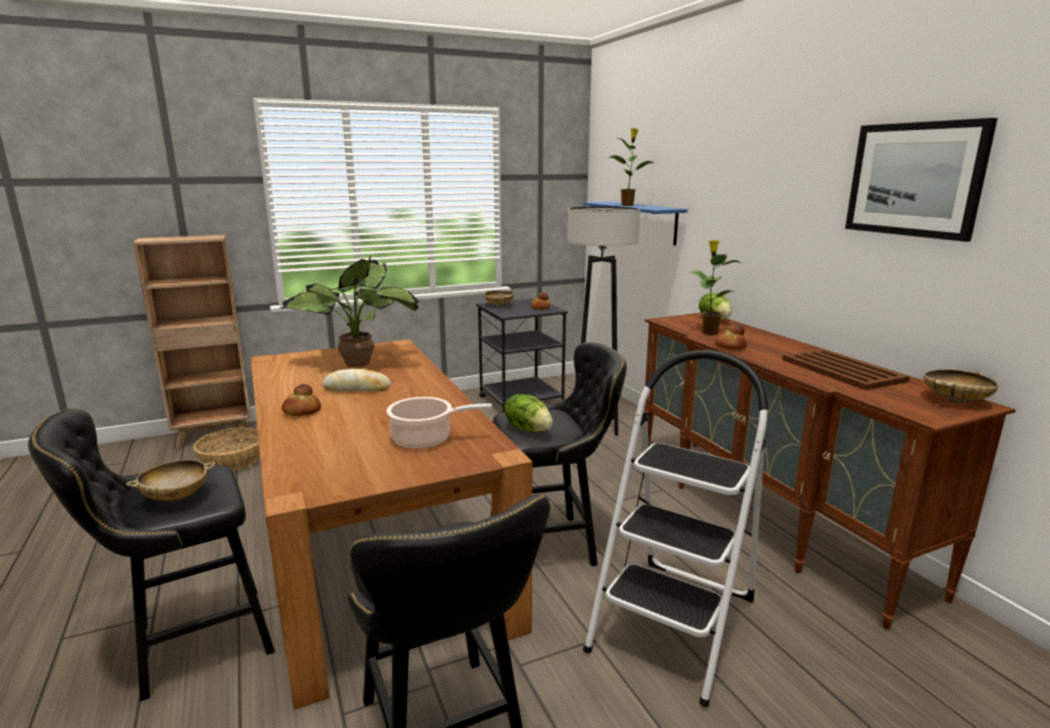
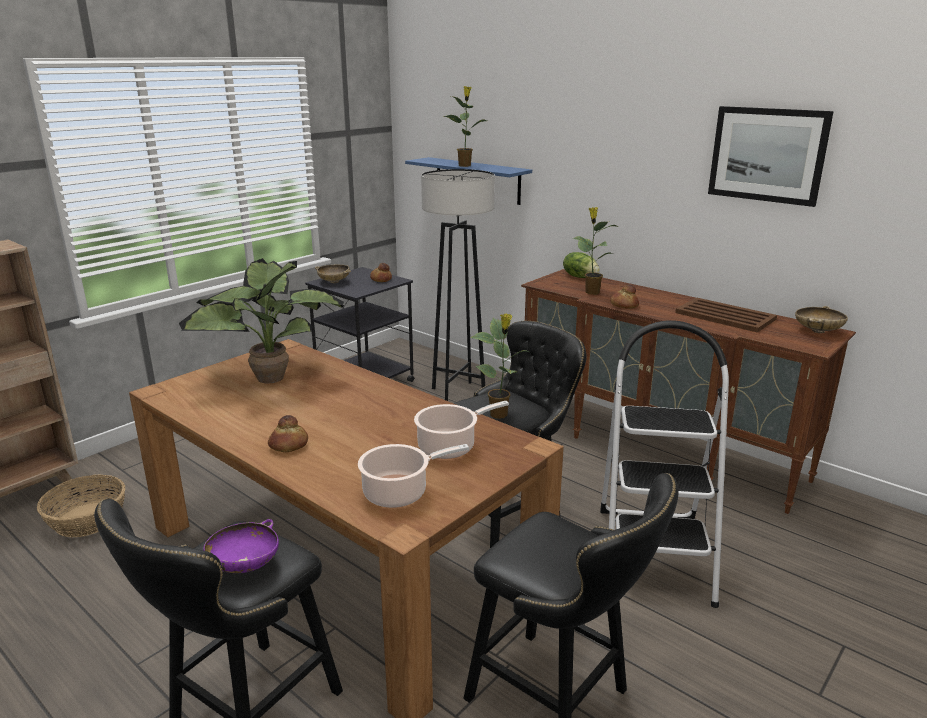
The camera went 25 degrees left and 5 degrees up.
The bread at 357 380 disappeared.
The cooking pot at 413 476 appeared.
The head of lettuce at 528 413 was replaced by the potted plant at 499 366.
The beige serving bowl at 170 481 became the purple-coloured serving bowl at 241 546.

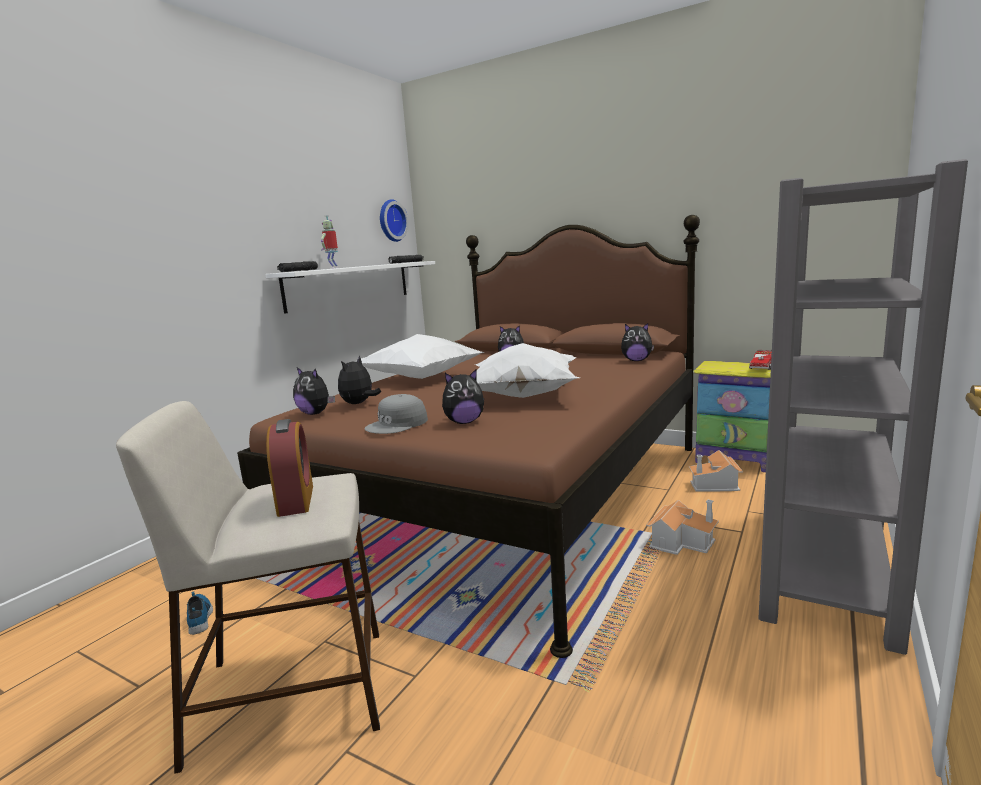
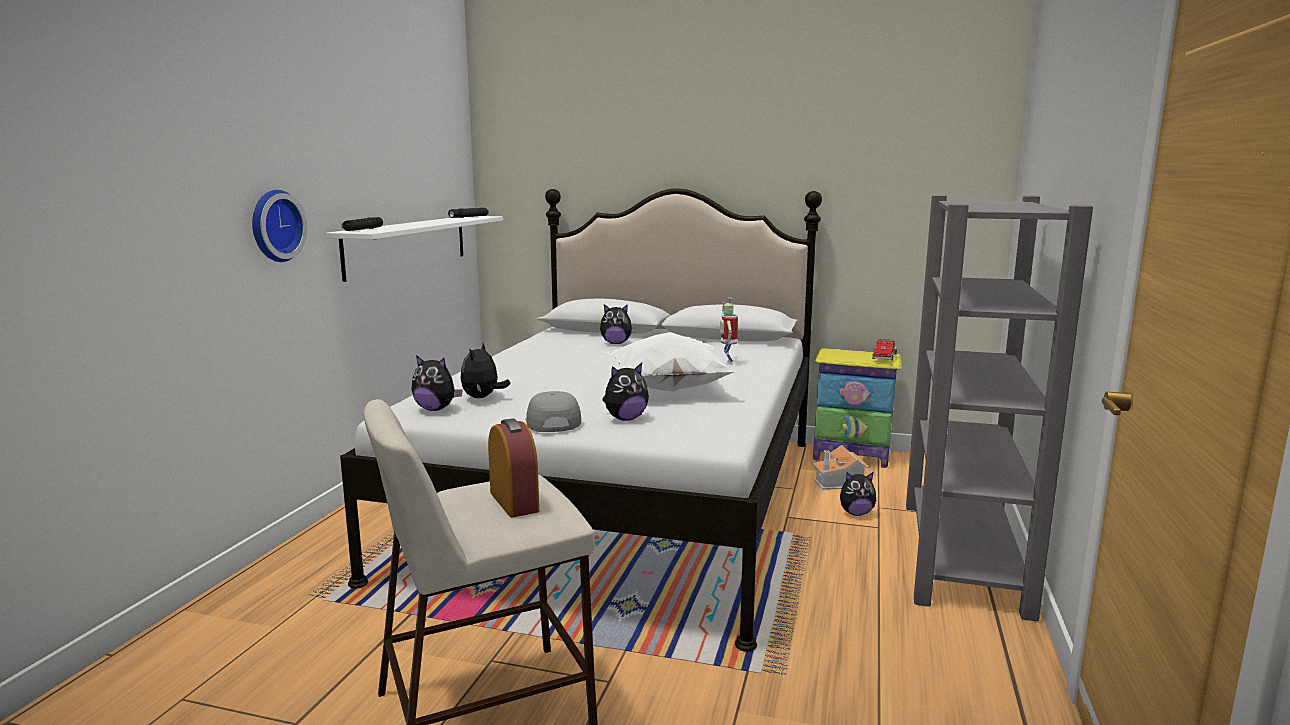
The camera went 15 degrees left and 0 degrees up.
The item of footwear at 200 613 disappeared.
The white cushion at 419 356 disappeared.
The toy house at 682 527 disappeared.
The robot figure moved from 329 242 to 729 331.
The clock on the wall moved from 394 220 to 279 226.
The plush toy moved from 637 342 to 858 494.
The brown bedroom bed at 468 436 became the white bedroom bed at 581 420.
The grey cap at 396 414 turned 135 degrees clockwise.

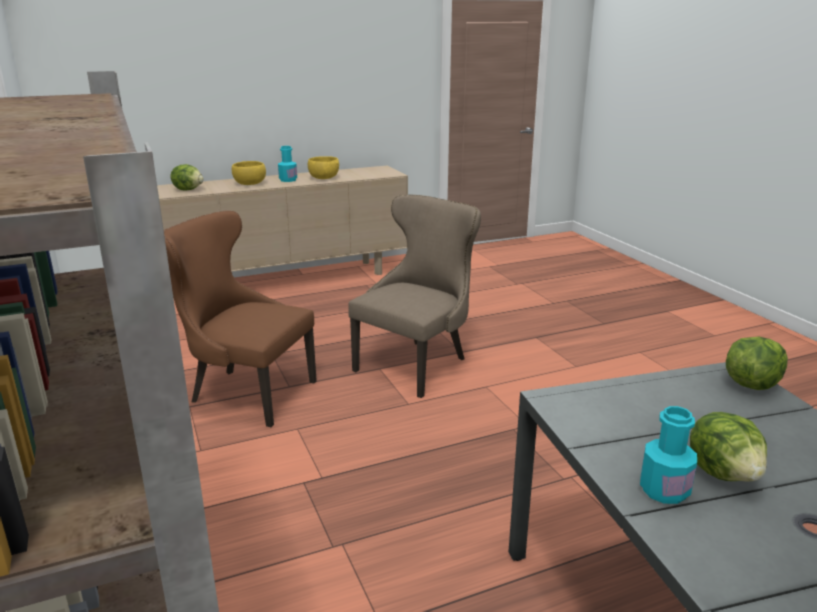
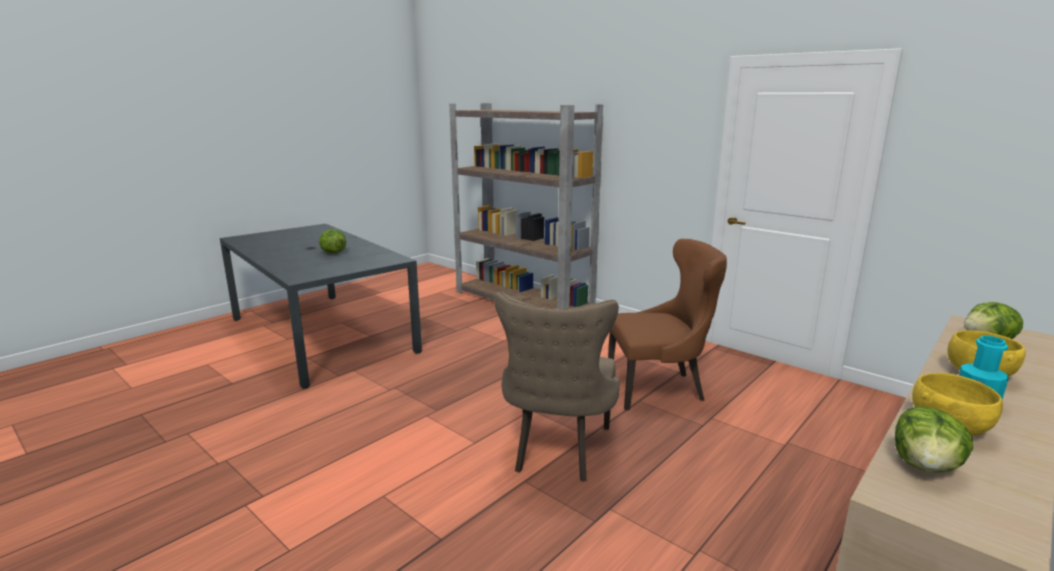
The camera went 155 degrees right and 5 degrees down.
The blue-green bottle at 668 455 disappeared.
The head of lettuce moved from 757 363 to 934 439.

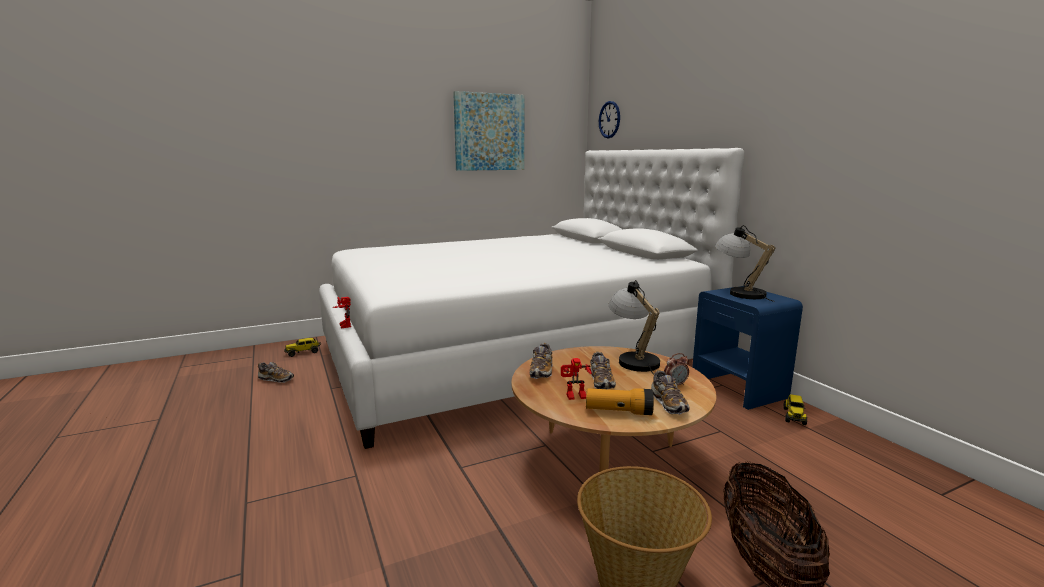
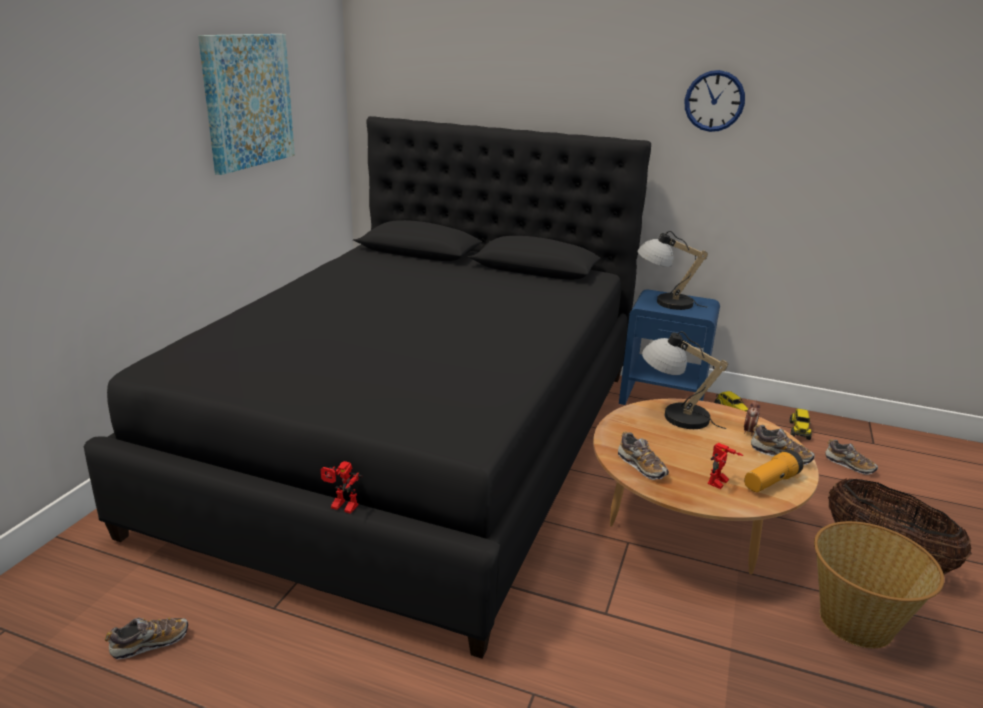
The camera went 45 degrees left and 10 degrees up.
The toy lorry moved from 302 347 to 800 424.
The item of footwear moved from 603 370 to 851 457.
The clock on the wall moved from 609 119 to 715 101.
The white bedroom bed at 531 298 became the blackish bedroom bed at 367 387.

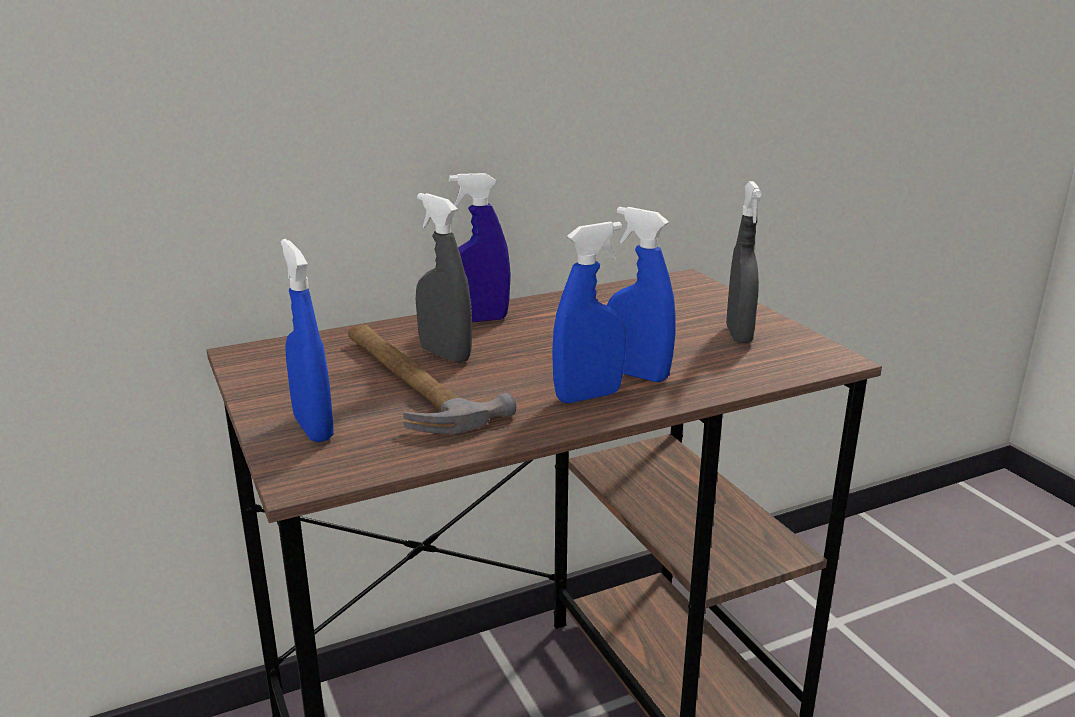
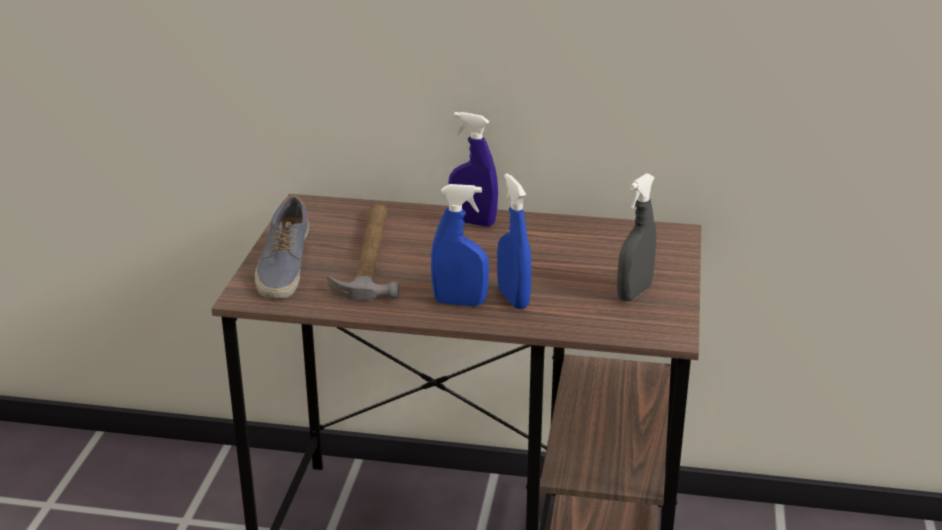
The camera went 35 degrees right and 5 degrees up.
The grey sprayer at 444 278 disappeared.
The blue sprayer at 307 340 was replaced by the item of footwear at 282 247.

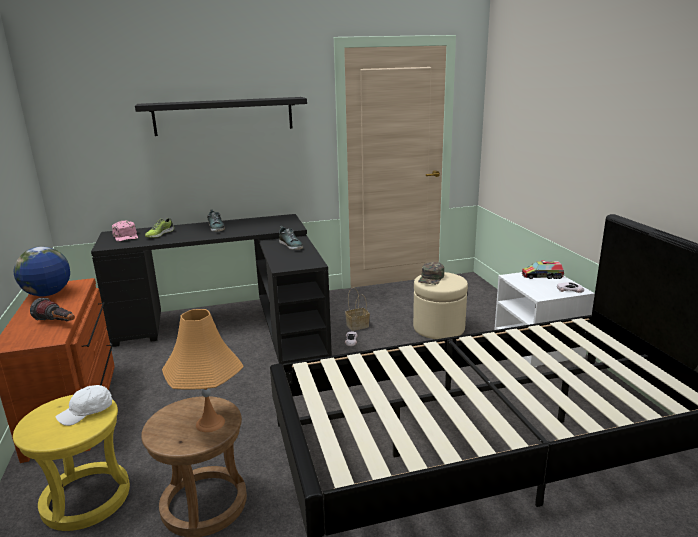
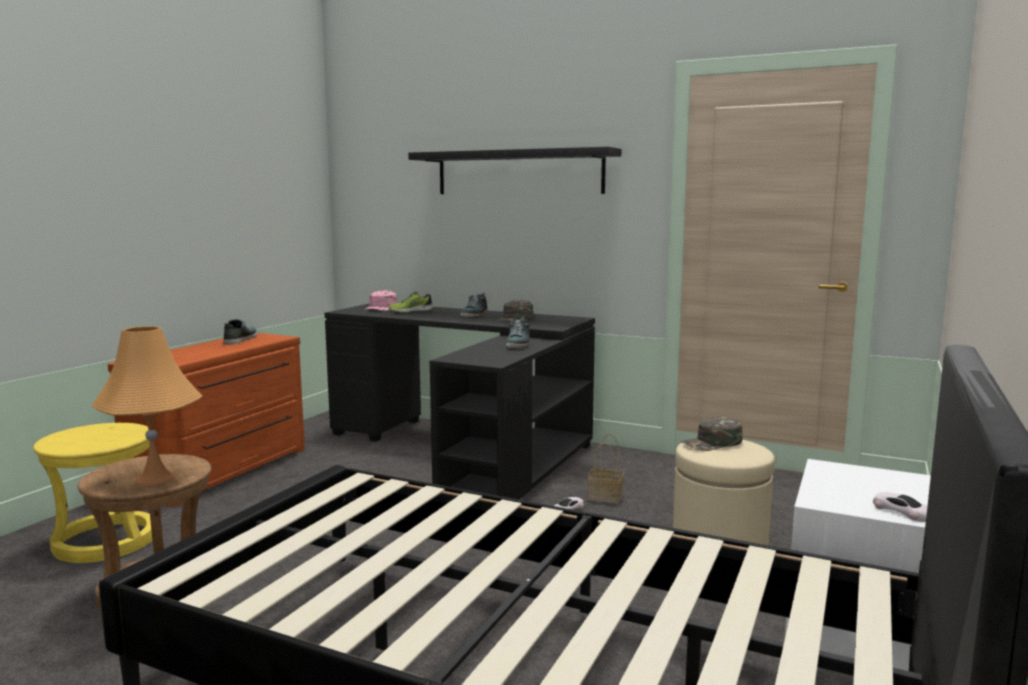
The camera went 40 degrees right and 10 degrees down.
The hand torch at 52 309 disappeared.
The white cap at 84 405 disappeared.
The toy lorry at 543 269 disappeared.
The green cap at 515 311 appeared.
The desk globe at 41 271 was replaced by the item of footwear at 241 331.

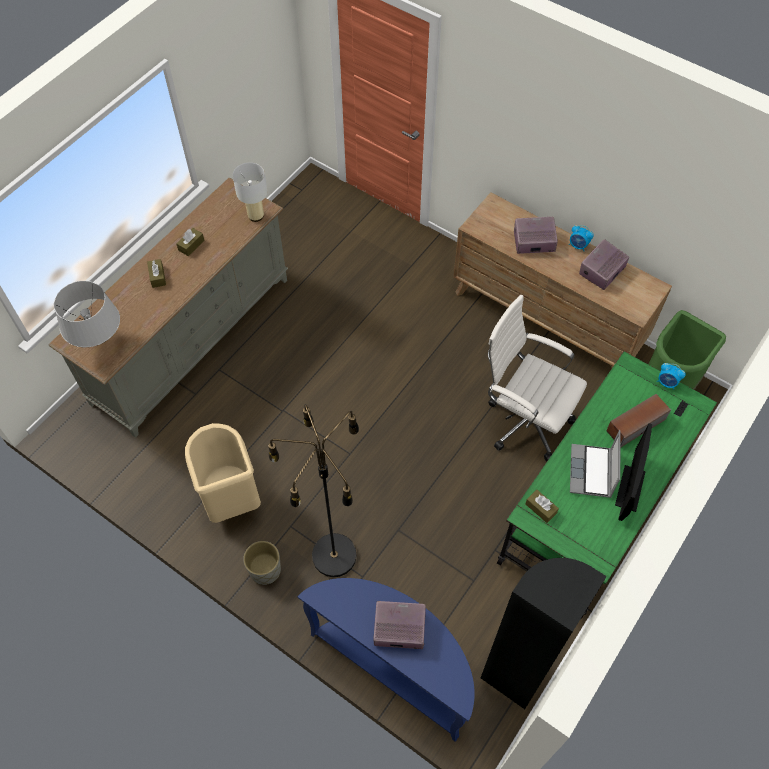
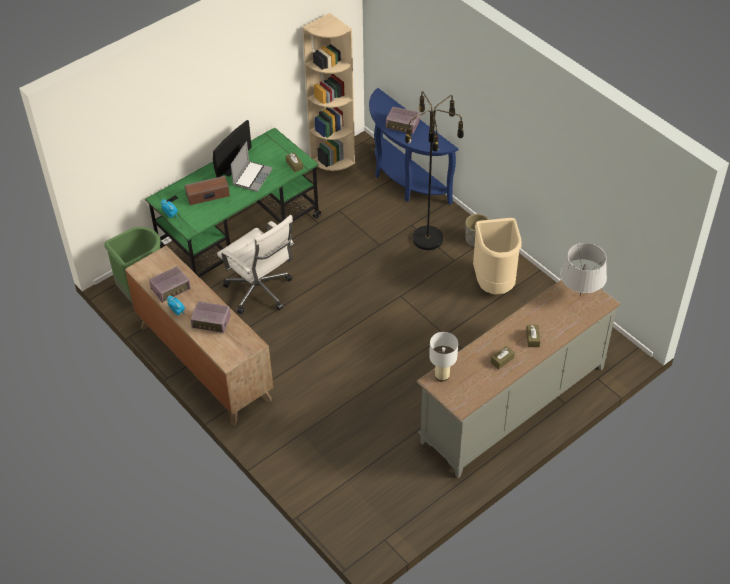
The camera went 165 degrees left and 10 degrees down.
The blackish bookcase at 544 633 became the beige bookcase at 329 92.

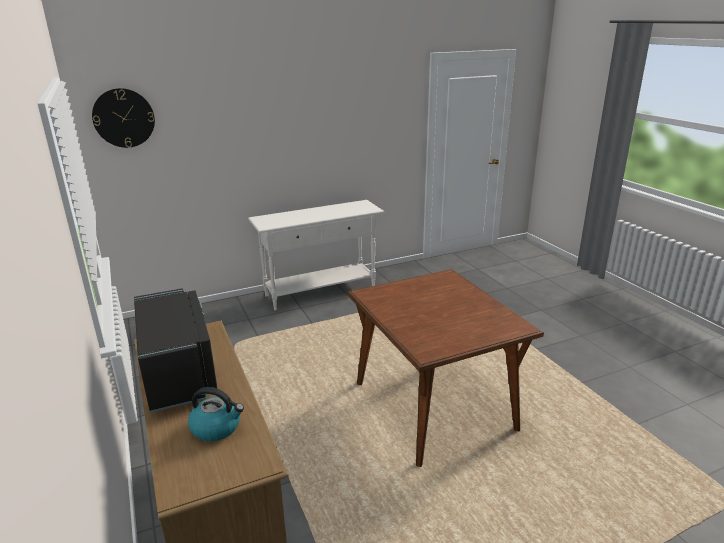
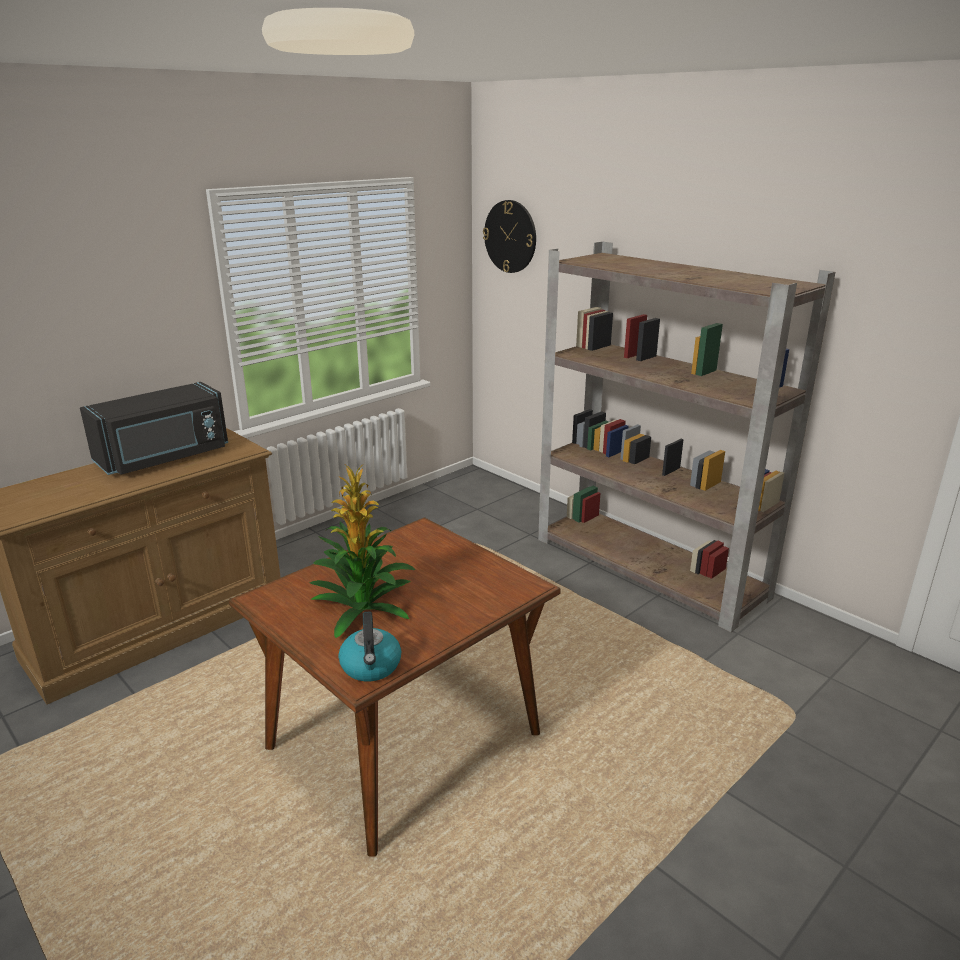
The camera went 70 degrees right and 0 degrees up.
The potted plant at 363 551 appeared.
The tea kettle moved from 216 414 to 369 646.
The white console table at 316 255 was replaced by the brown bookcase at 686 437.

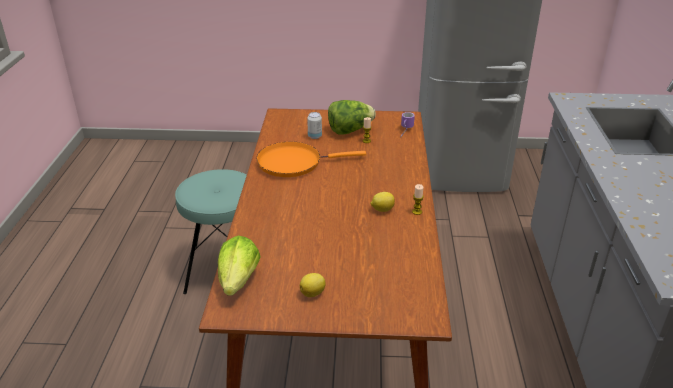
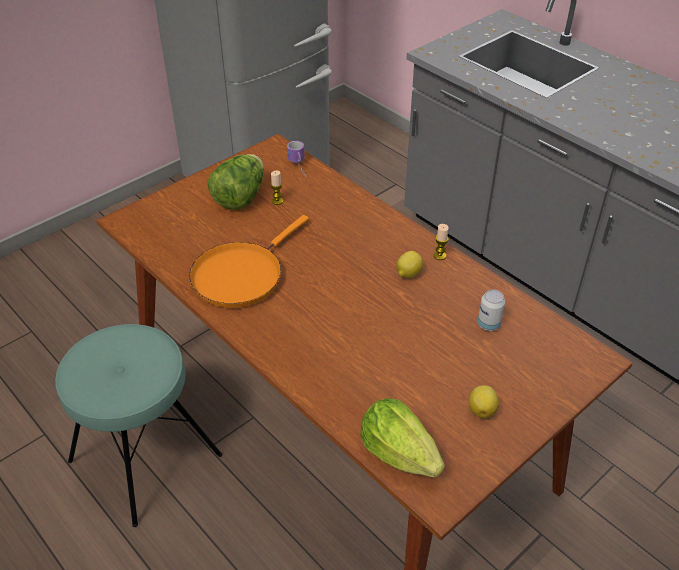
The camera went 45 degrees left and 10 degrees up.
The metal can moved from 314 125 to 491 310.

